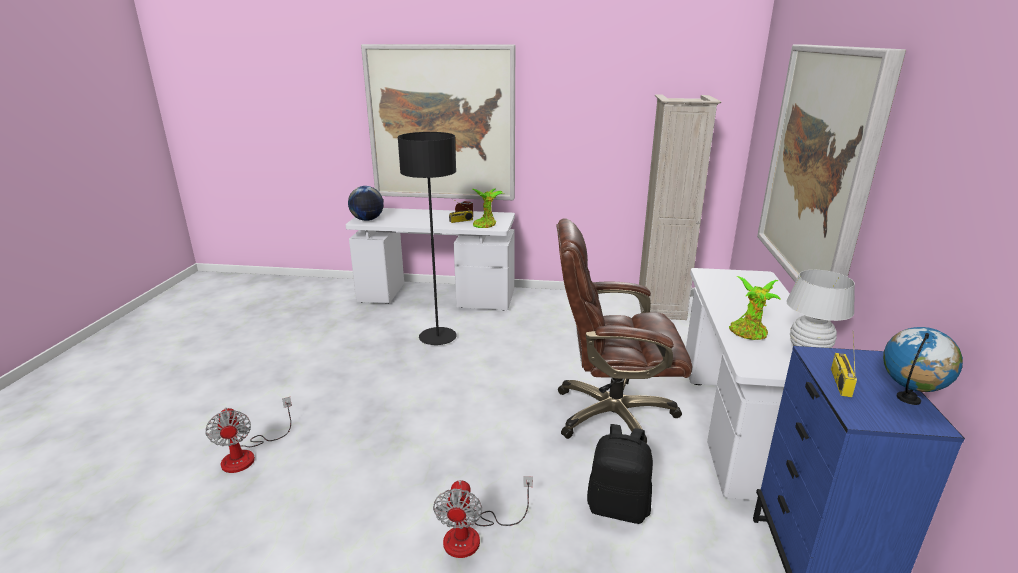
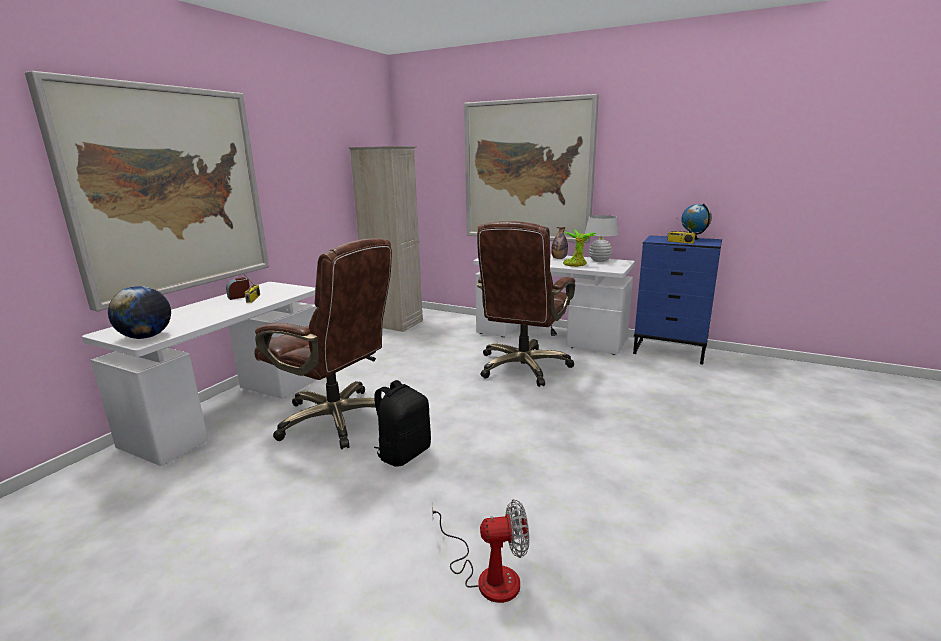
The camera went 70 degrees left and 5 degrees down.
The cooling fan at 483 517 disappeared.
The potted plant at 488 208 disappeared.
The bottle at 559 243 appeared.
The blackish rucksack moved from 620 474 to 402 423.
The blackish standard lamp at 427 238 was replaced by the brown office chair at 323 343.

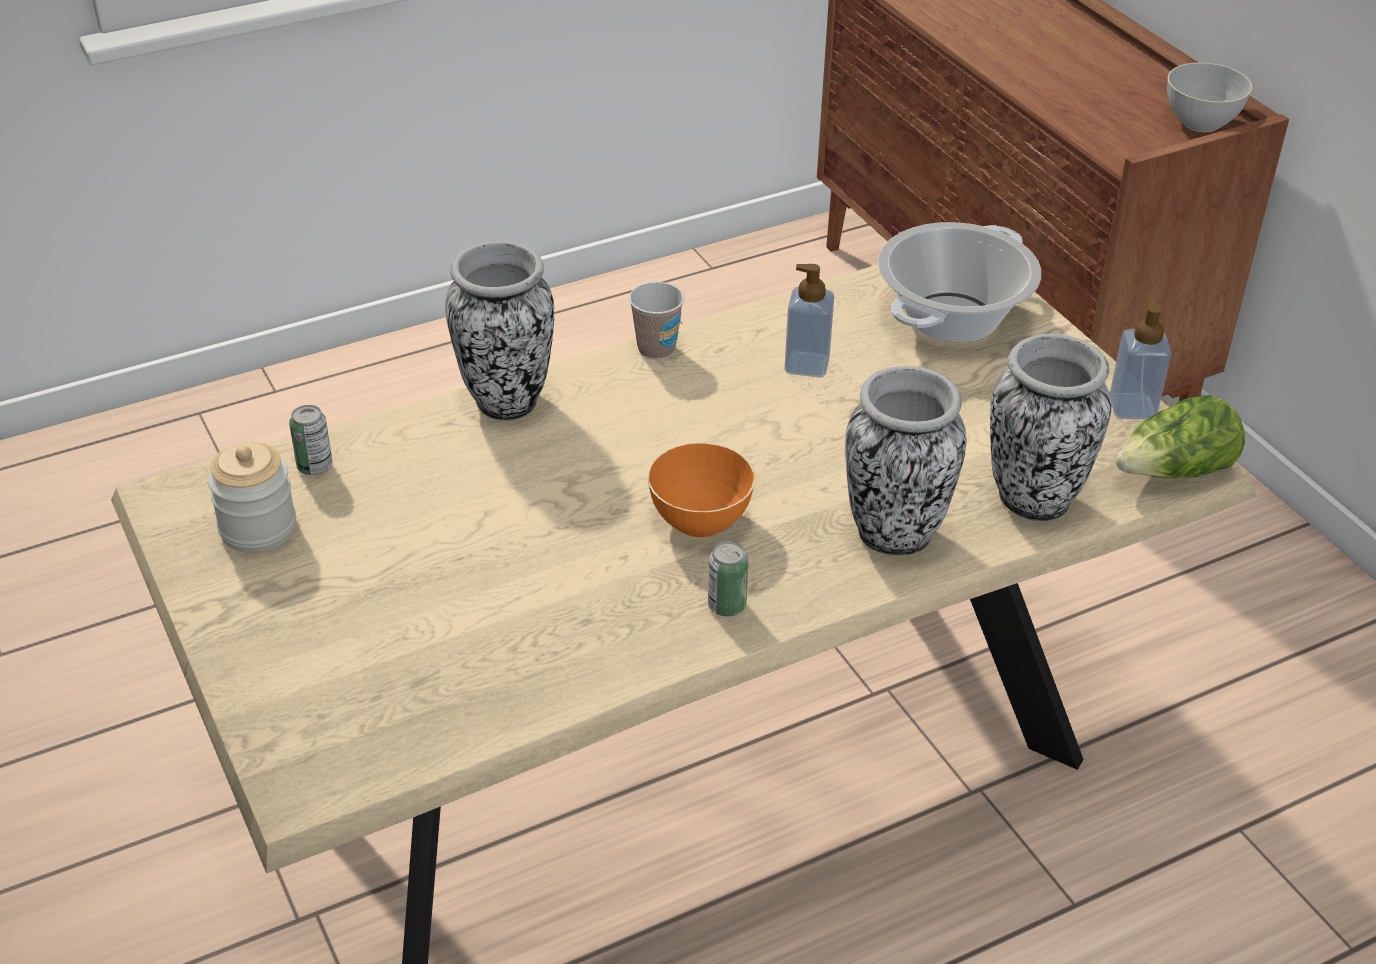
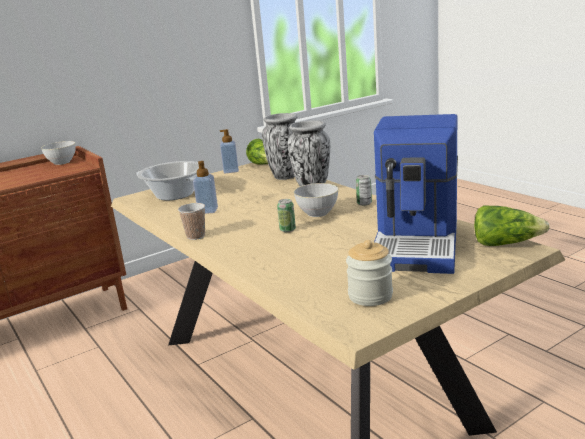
The camera went 95 degrees left and 20 degrees down.
The flower vase at 499 331 disappeared.
The coffee brewer at 416 194 appeared.
The head of lettuce at 512 225 appeared.
The metal can moved from 310 440 to 286 215.
The orange-coloured serving bowl at 701 490 became the grey serving bowl at 316 200.

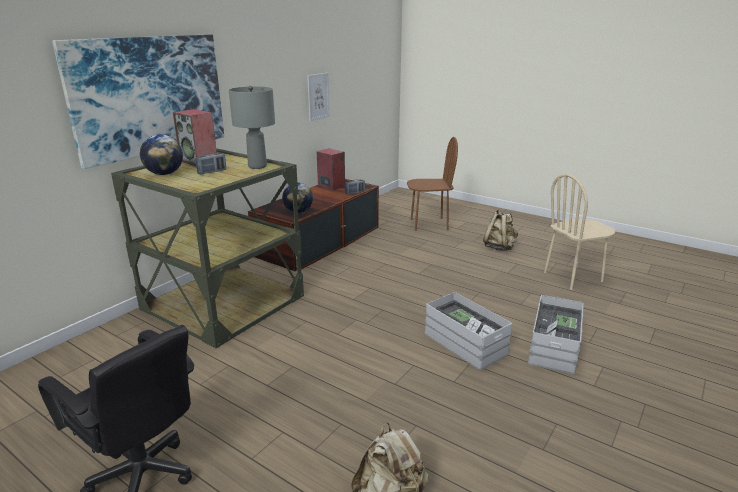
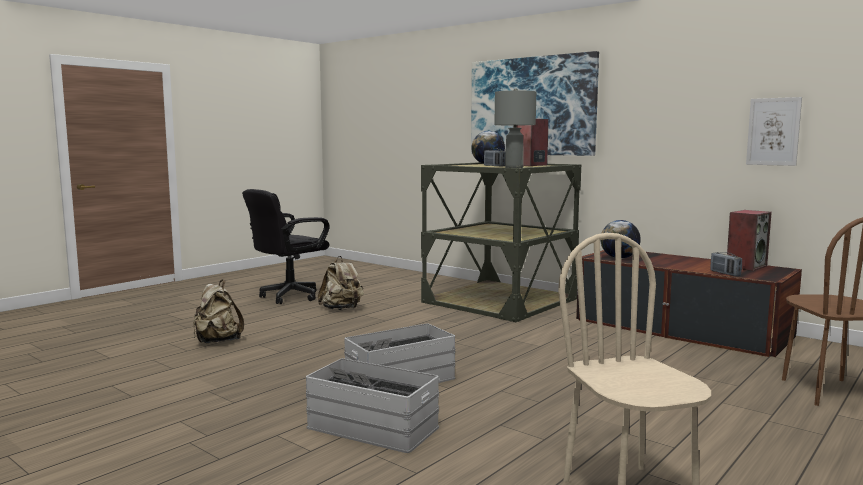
The camera went 95 degrees right and 15 degrees down.
The beige rucksack moved from 500 230 to 341 283.

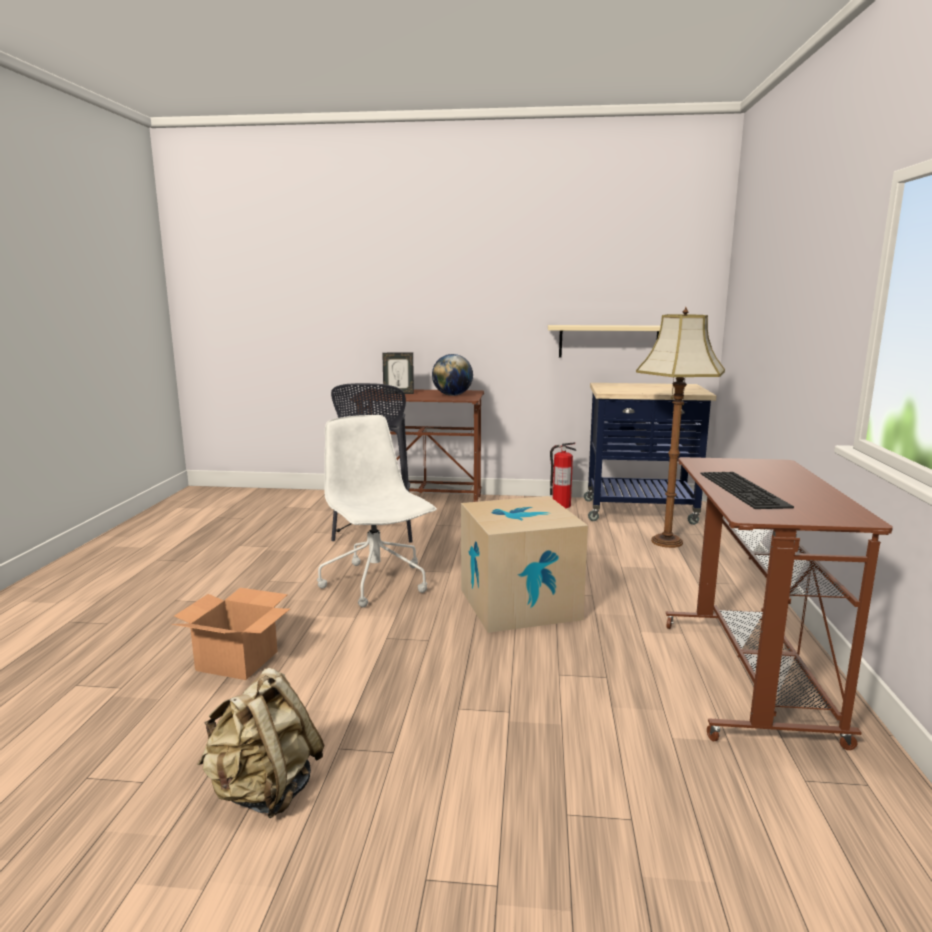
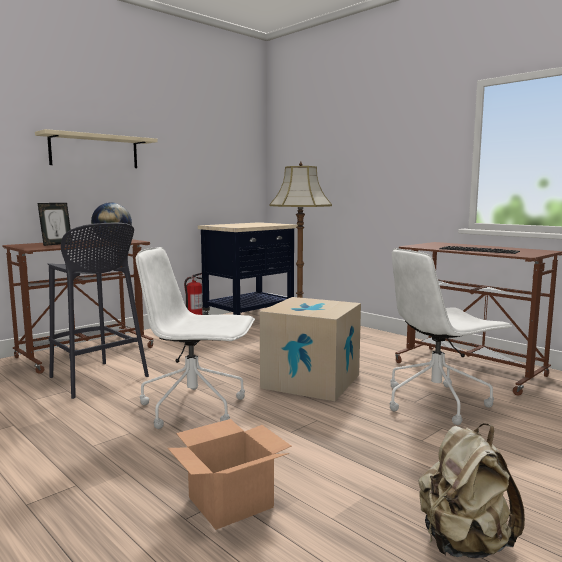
The camera went 50 degrees left and 5 degrees down.
The white office chair at 451 336 appeared.
The beige wall shelf moved from 604 341 to 96 148.

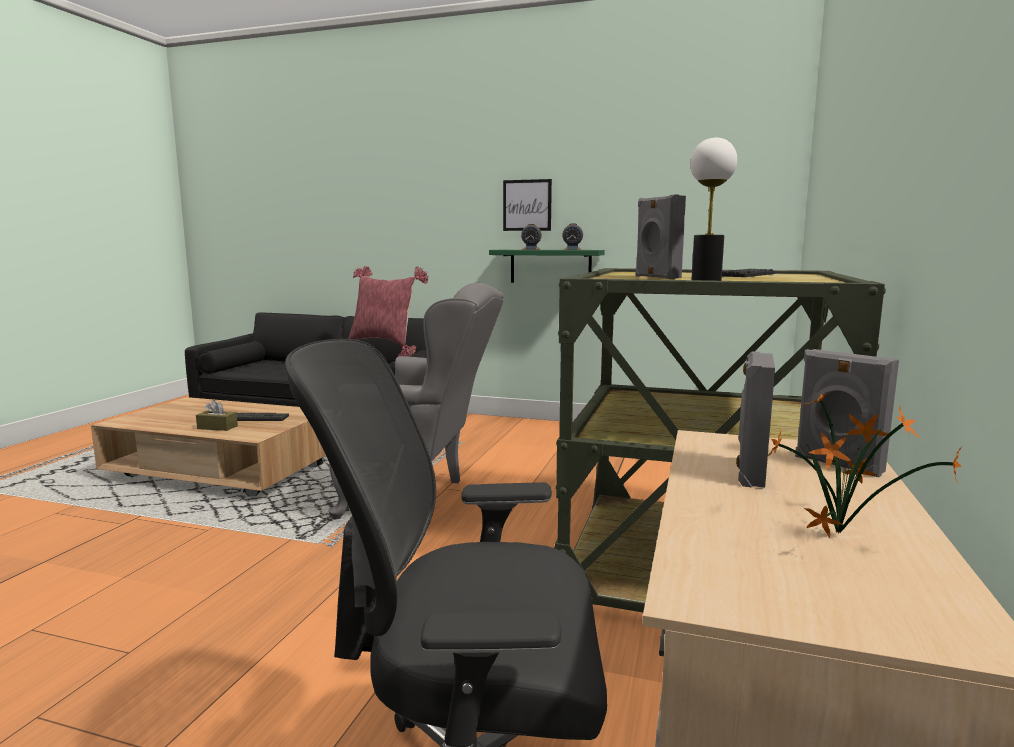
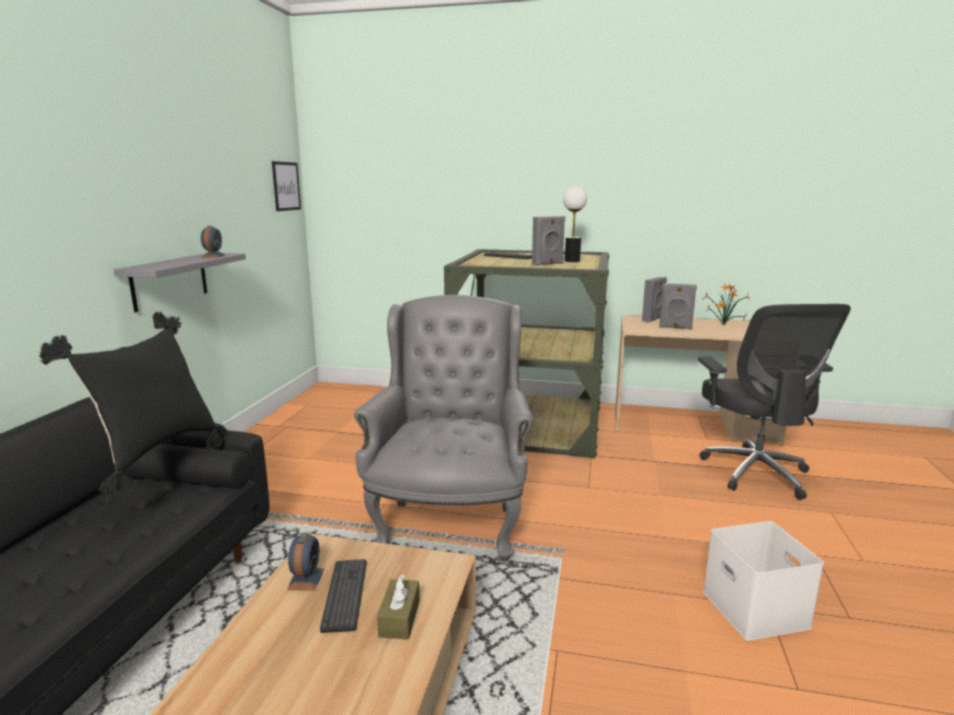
The camera went 95 degrees left and 5 degrees up.
The white storage container at 763 581 appeared.
The picture moved from 527 205 to 286 186.
The alarm clock moved from 531 237 to 306 562.
The reddish cushion at 388 311 became the blackish cushion at 133 403.
The green wall shelf at 547 266 became the grey wall shelf at 180 282.

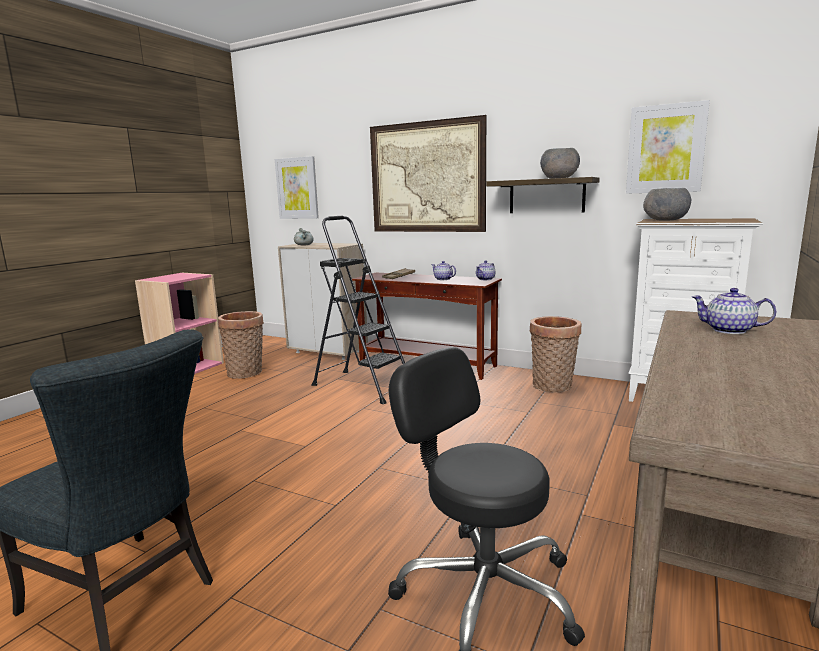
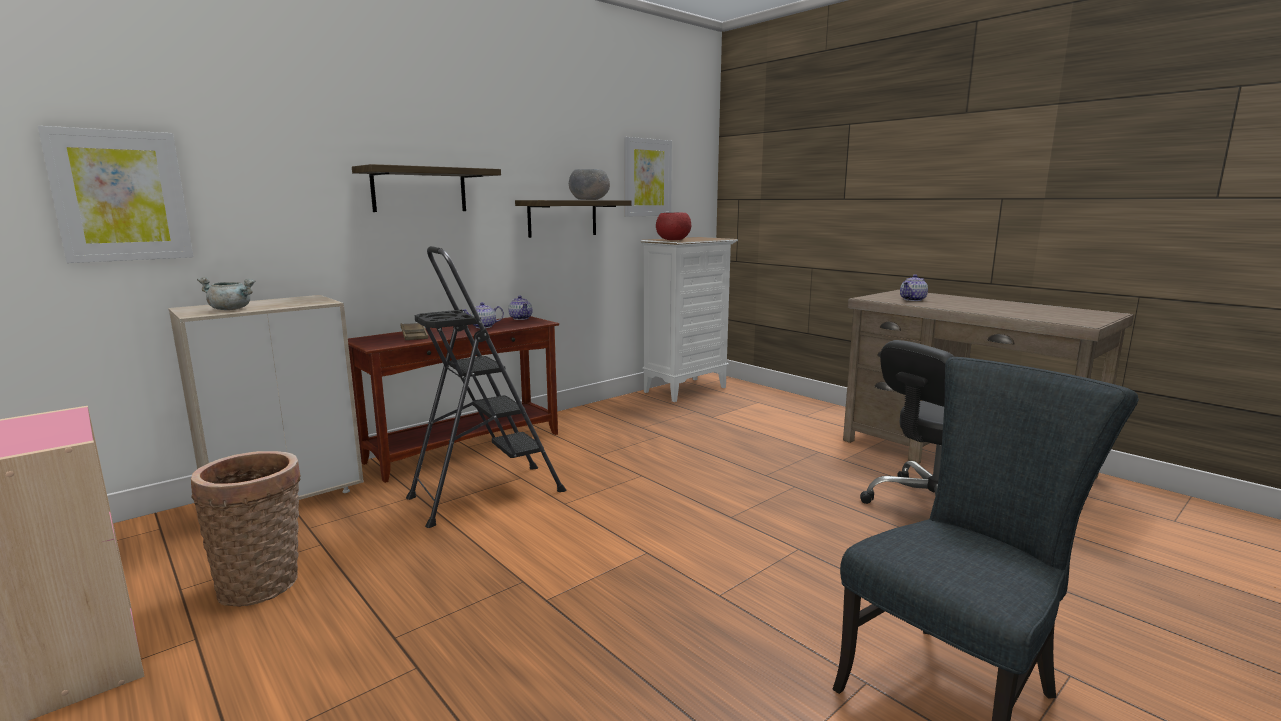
The camera went 70 degrees left and 0 degrees up.
The household basket at 555 354 disappeared.
The picture at 428 173 was replaced by the wall shelf at 426 188.
The grey serving bowl at 667 204 became the reddish serving bowl at 673 226.

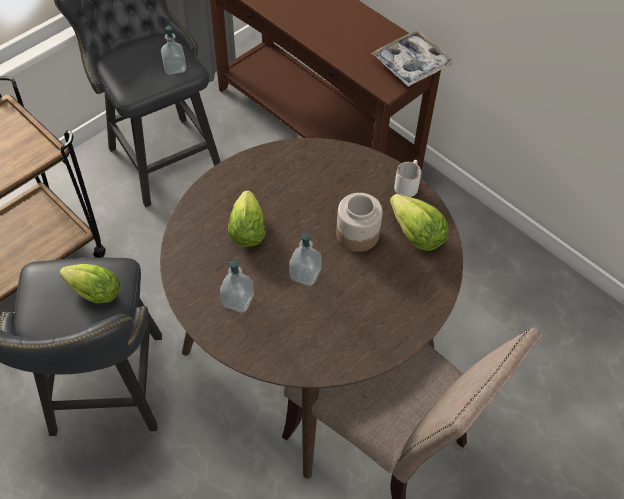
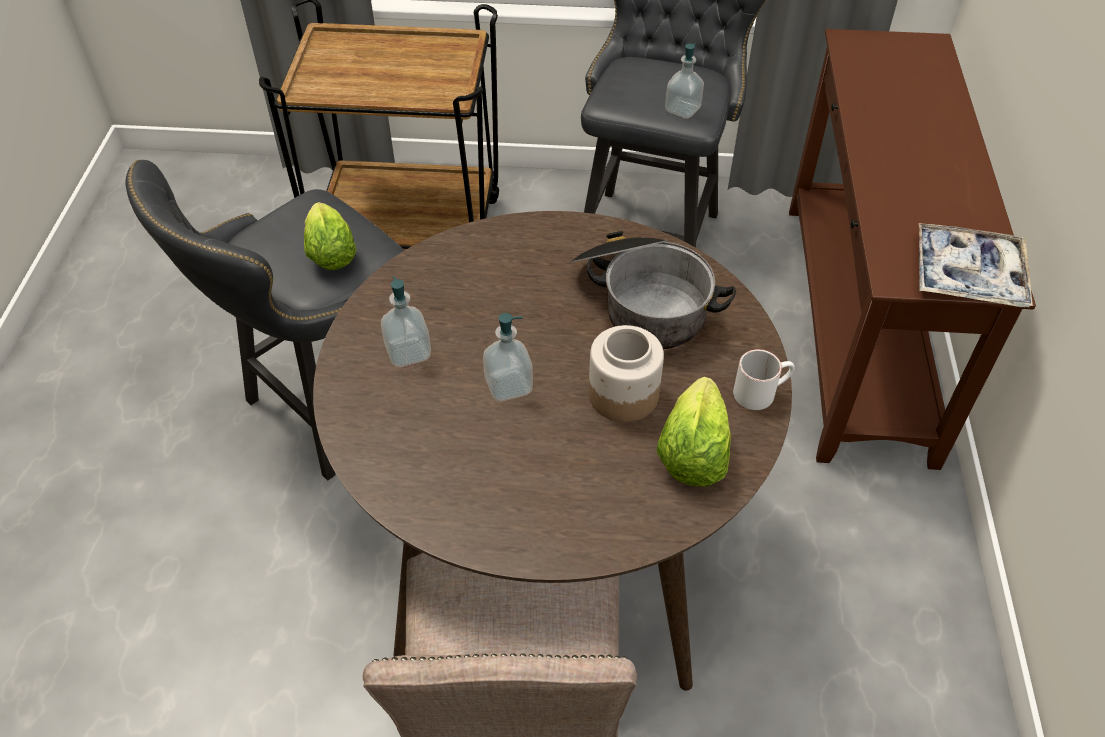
The camera went 50 degrees right and 5 degrees down.
The head of lettuce at 247 218 disappeared.
The cooking pot at 652 290 appeared.

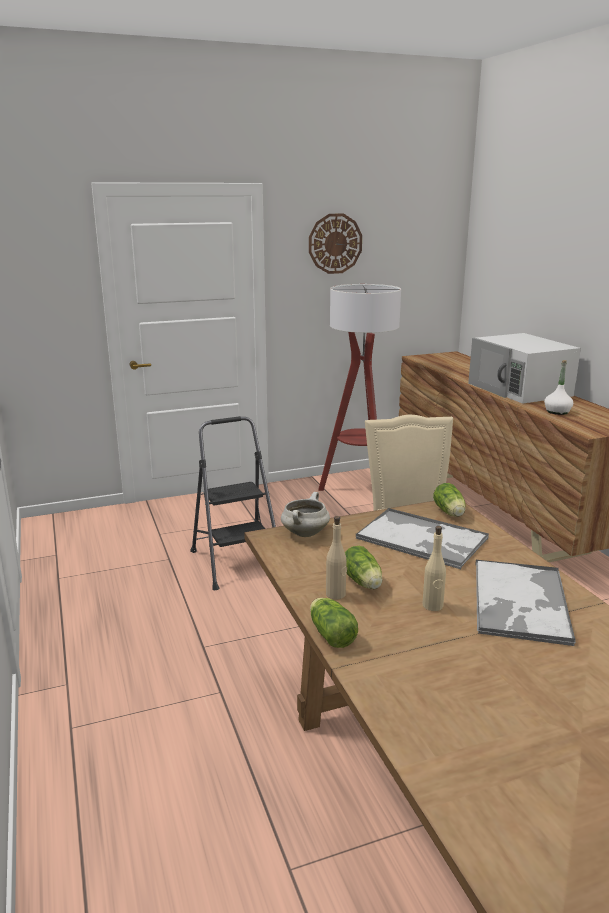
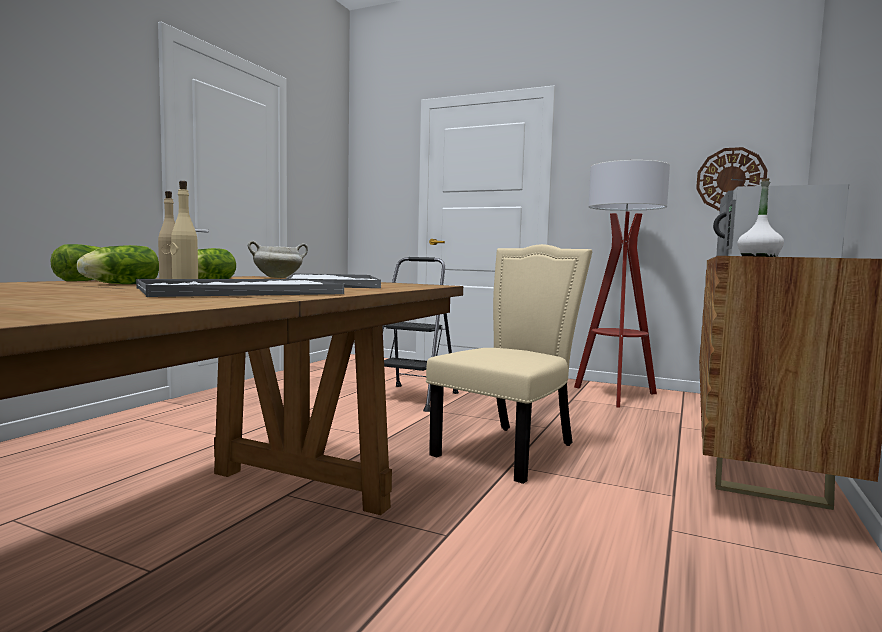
The camera went 45 degrees right and 15 degrees down.
The clock on the wall moved from 335 244 to 731 179.
The head of lettuce moved from 449 500 to 118 264.

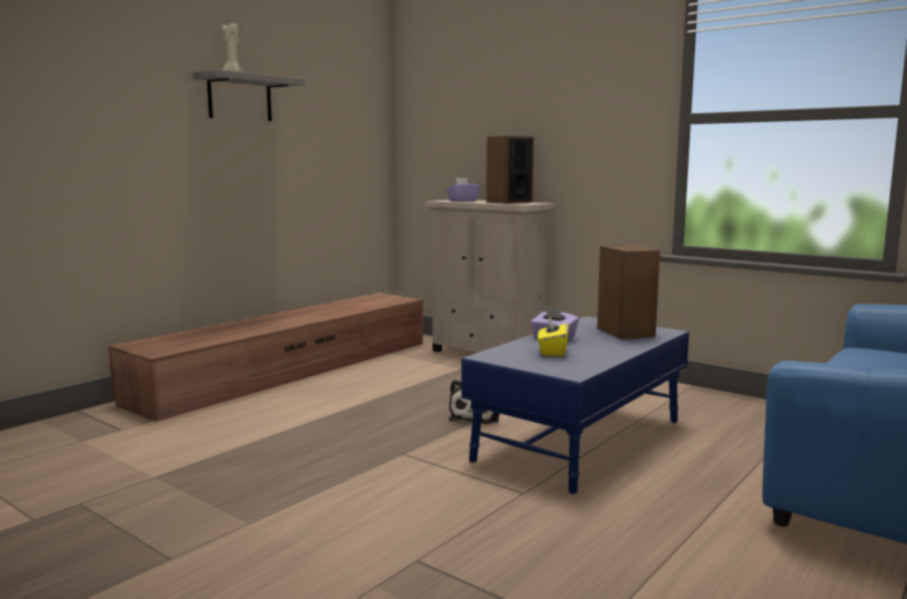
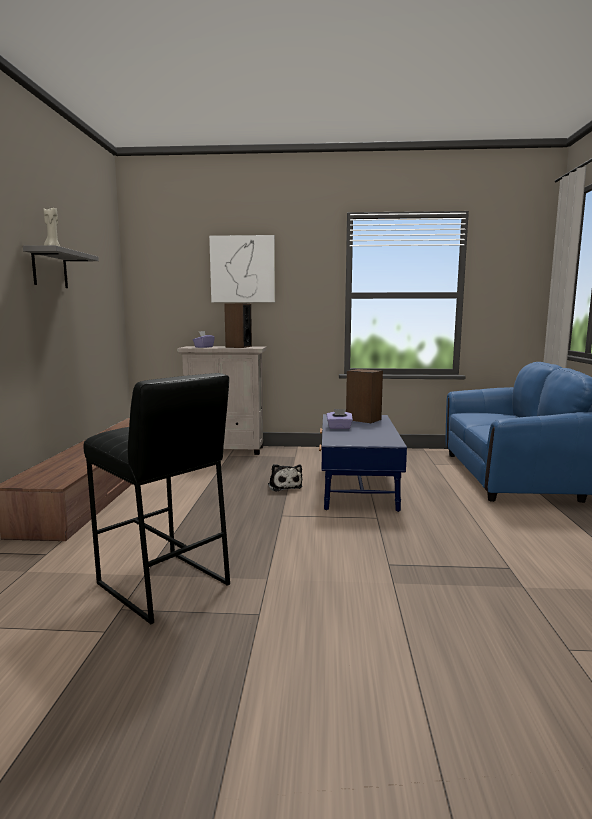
The camera went 35 degrees left and 0 degrees up.
The yellow-coloured tissue holder at 553 336 disappeared.
The blackish stool at 156 498 appeared.
The picture at 242 269 appeared.

